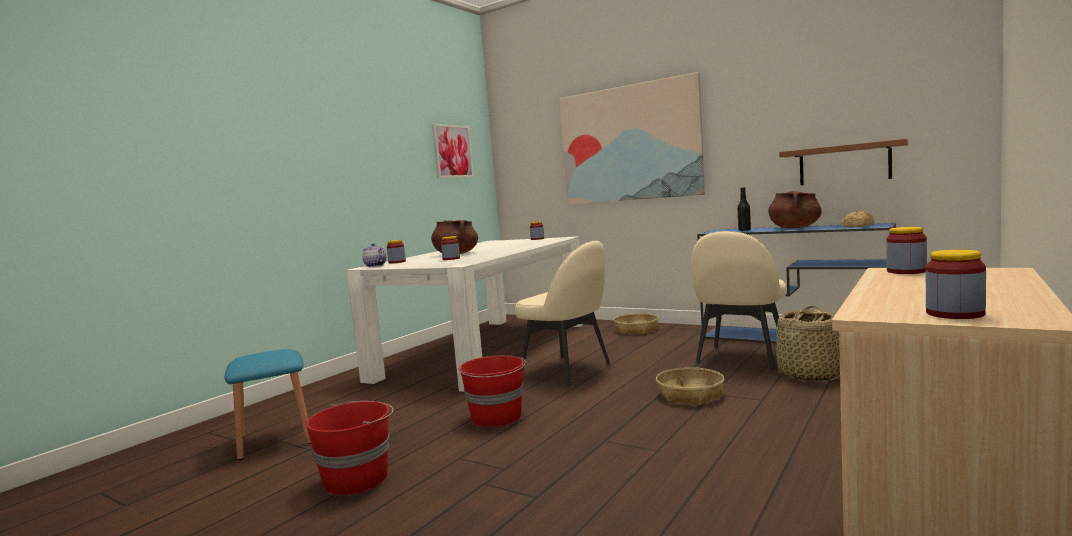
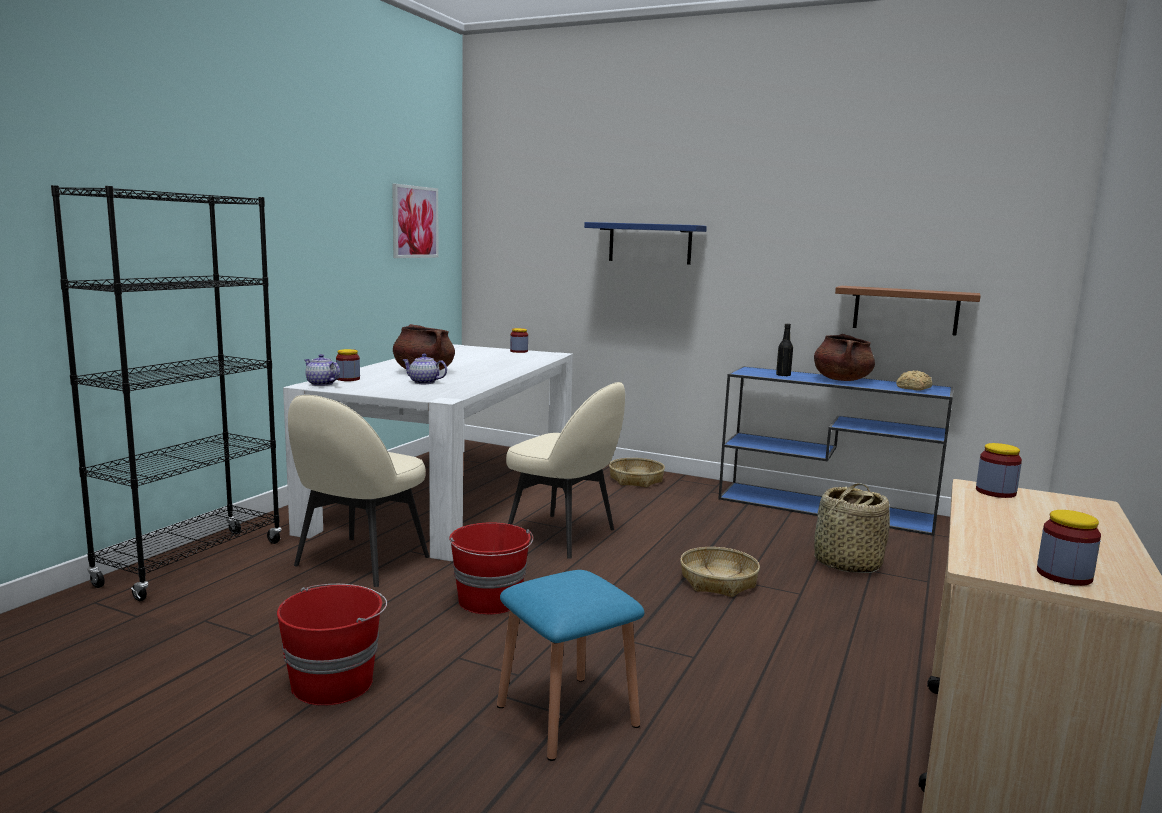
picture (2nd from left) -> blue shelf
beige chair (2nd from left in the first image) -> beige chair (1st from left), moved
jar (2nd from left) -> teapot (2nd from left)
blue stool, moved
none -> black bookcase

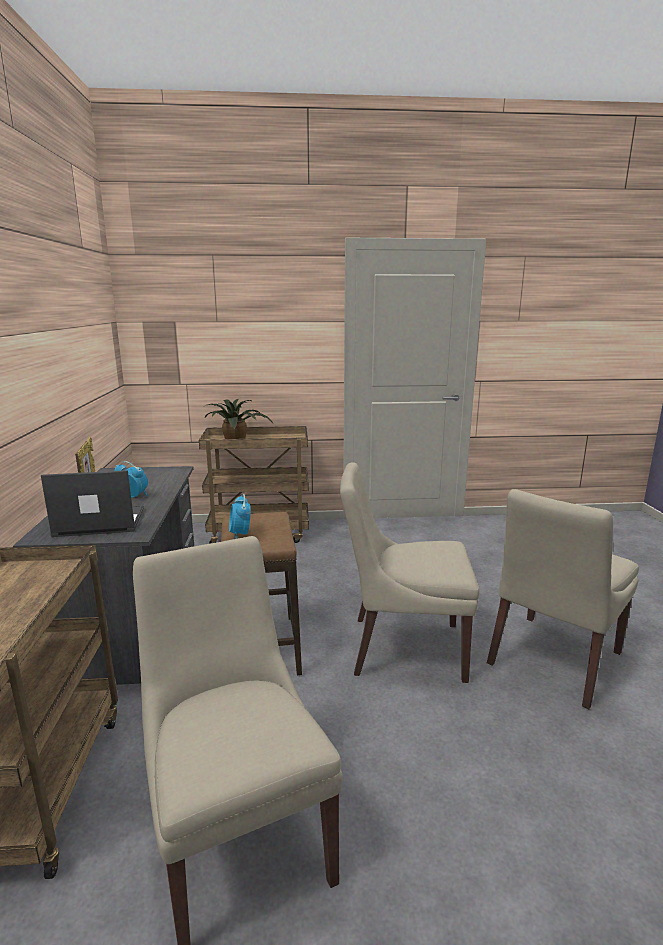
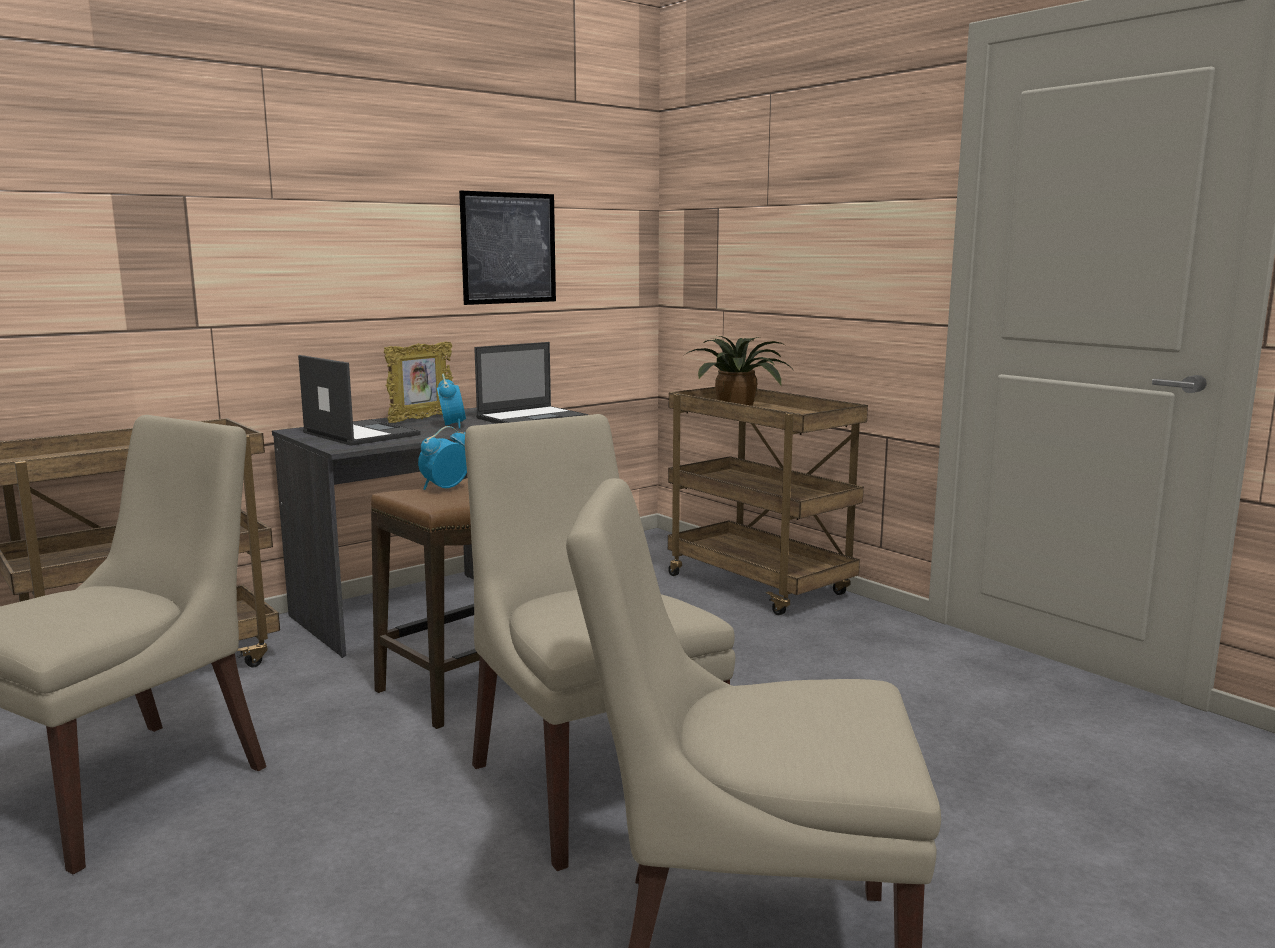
none -> picture
none -> laptop (2nd from left)

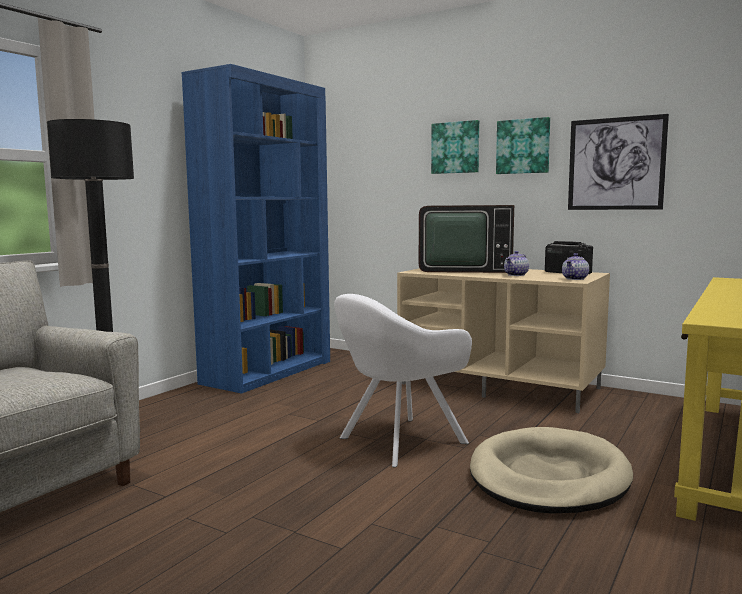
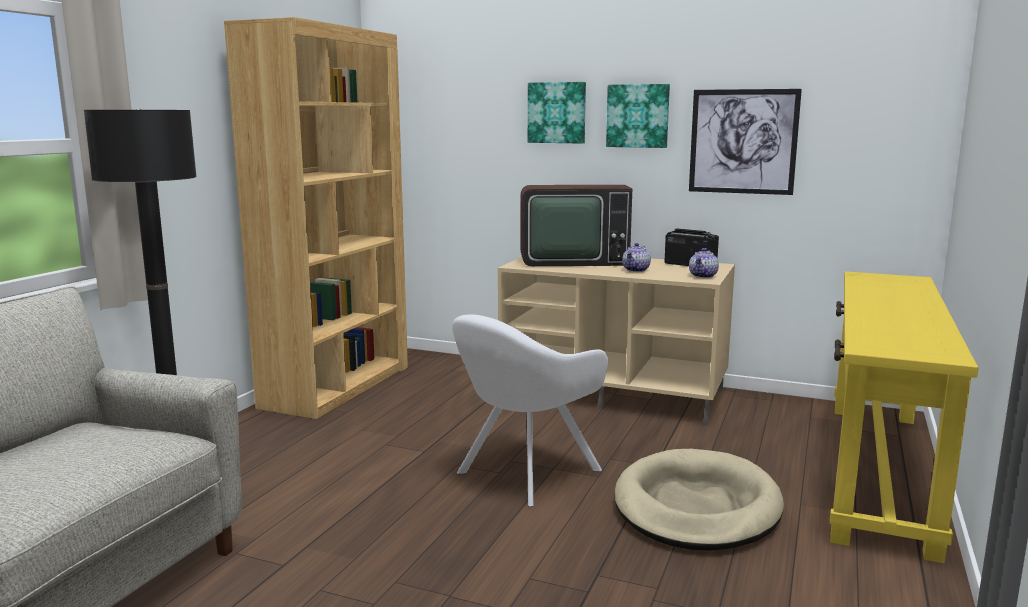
blue bookcase -> brown bookcase

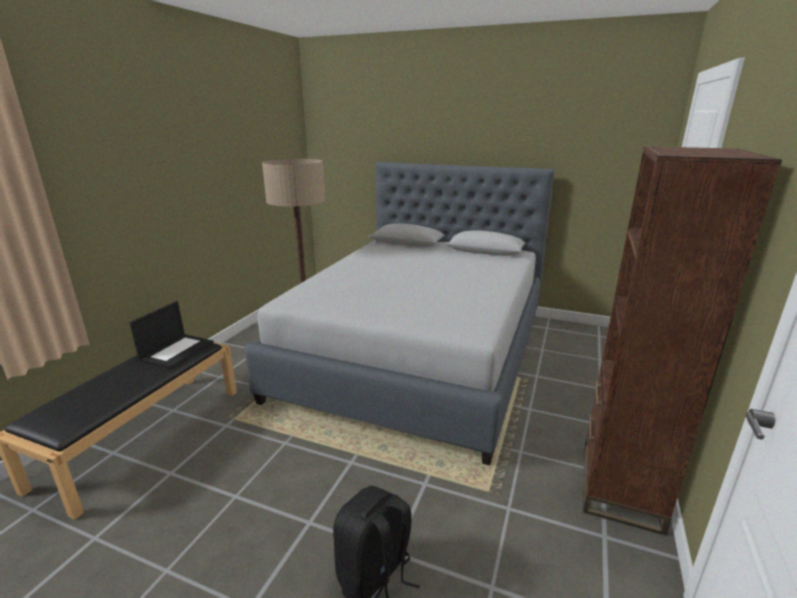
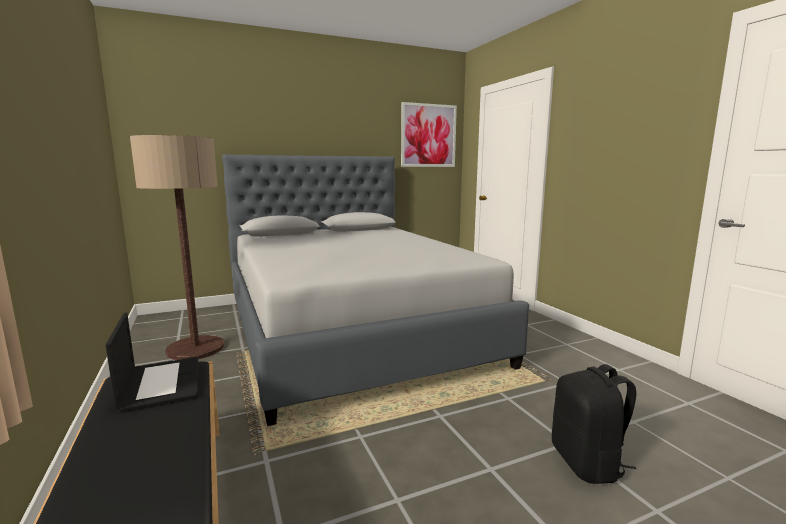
brown bookcase -> none
none -> picture

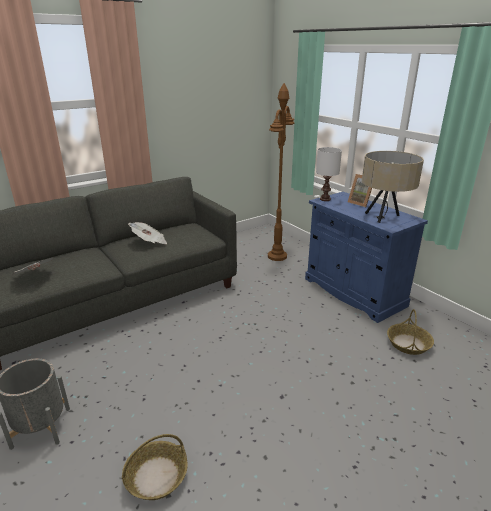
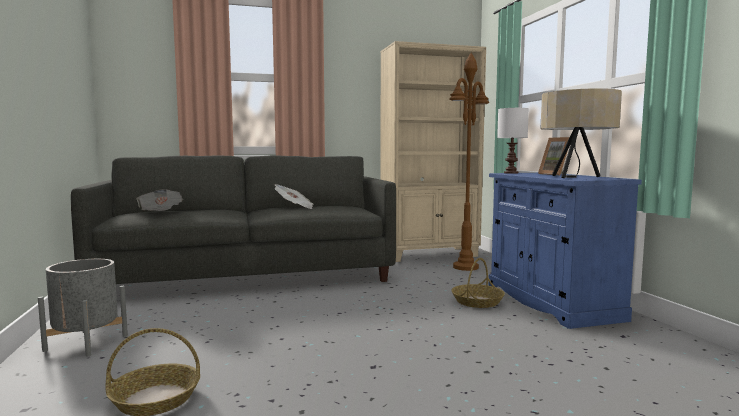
basket (2nd from left), moved
none -> beige bookcase

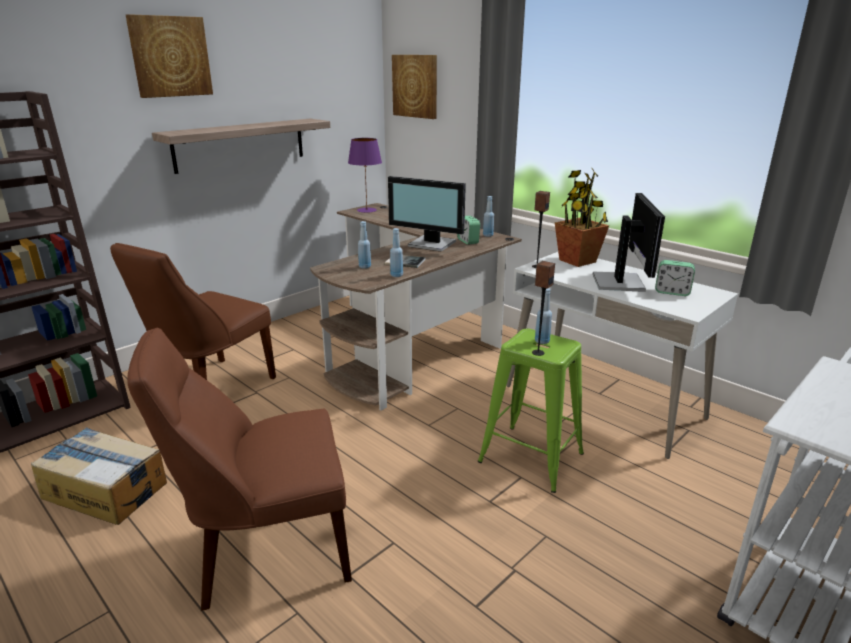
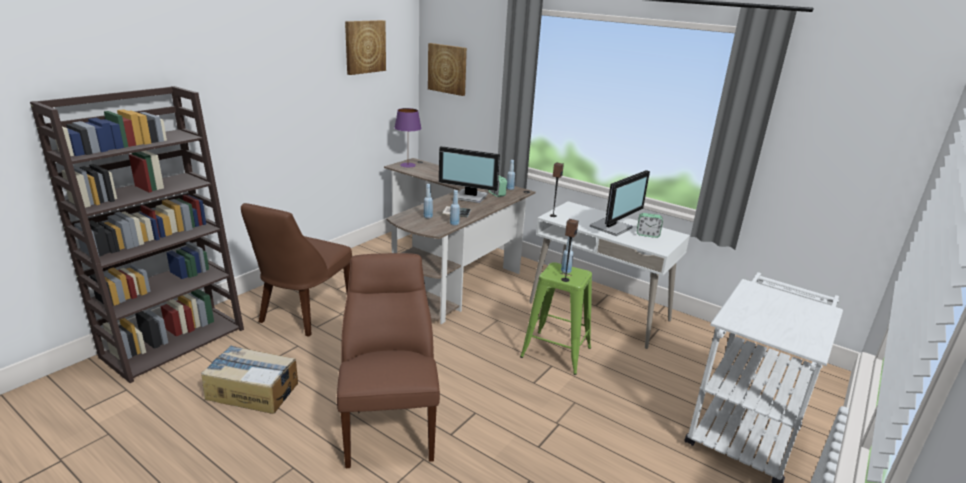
picture (1st from left), moved
shelf -> none
potted plant -> none
monitor (2nd from left), 45 degrees clockwise
brown chair (2nd from left), 105 degrees clockwise

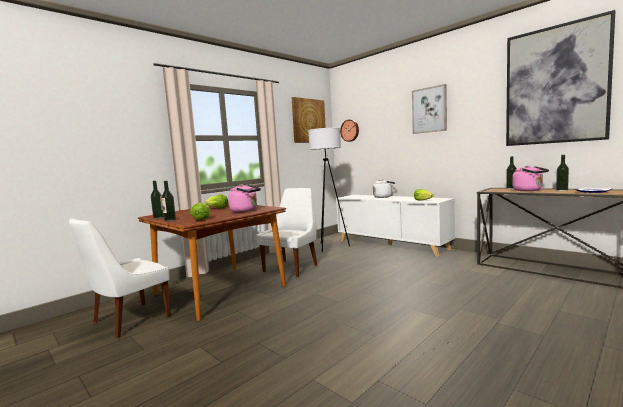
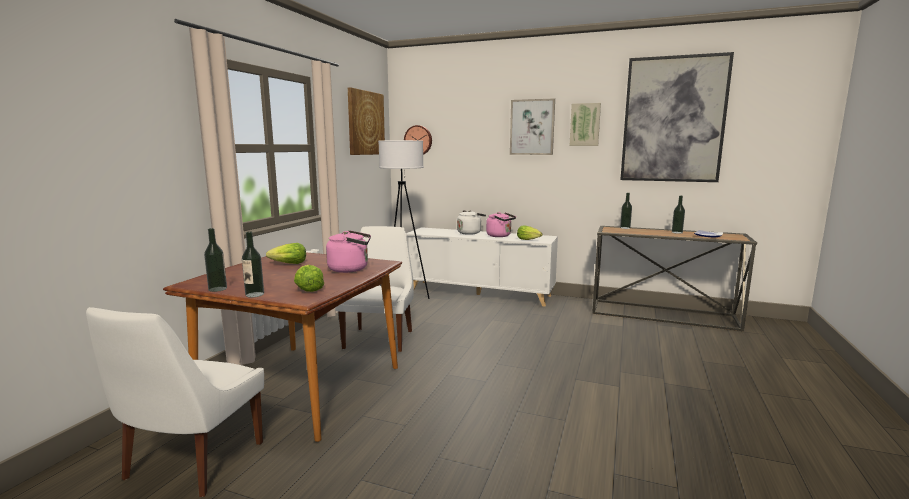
pink kettle (2nd from left), moved
none -> picture (3rd from left)

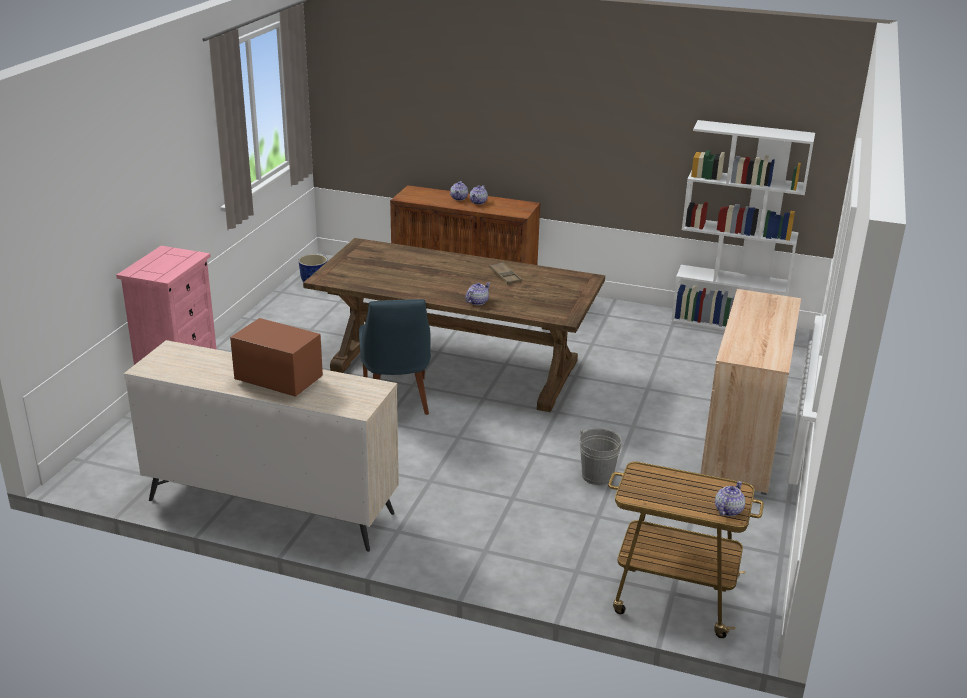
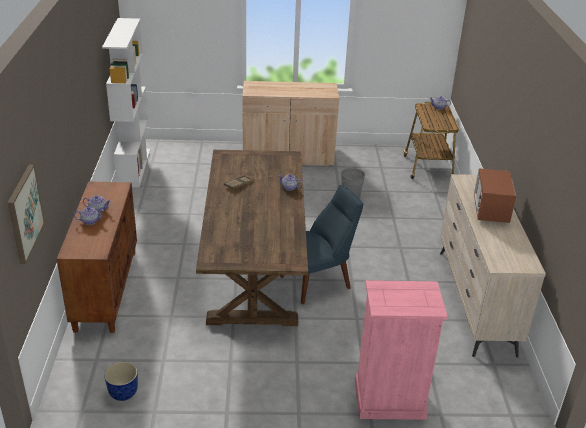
none -> picture

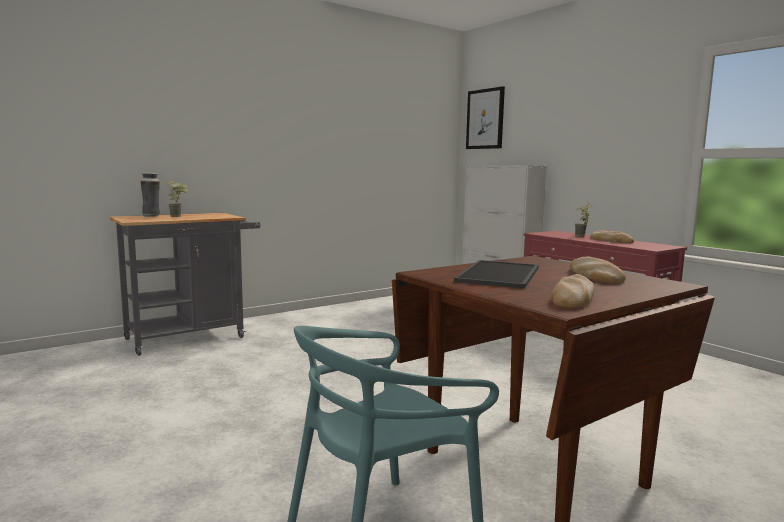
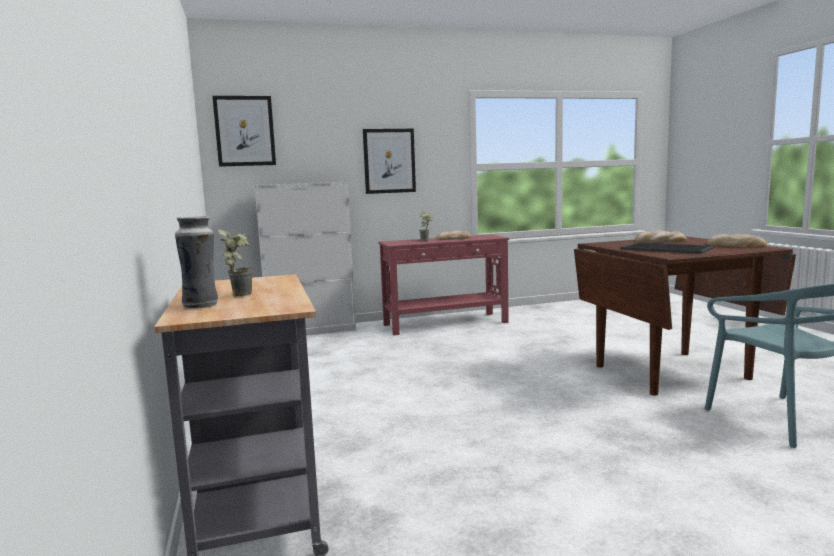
none -> picture (2nd from left)

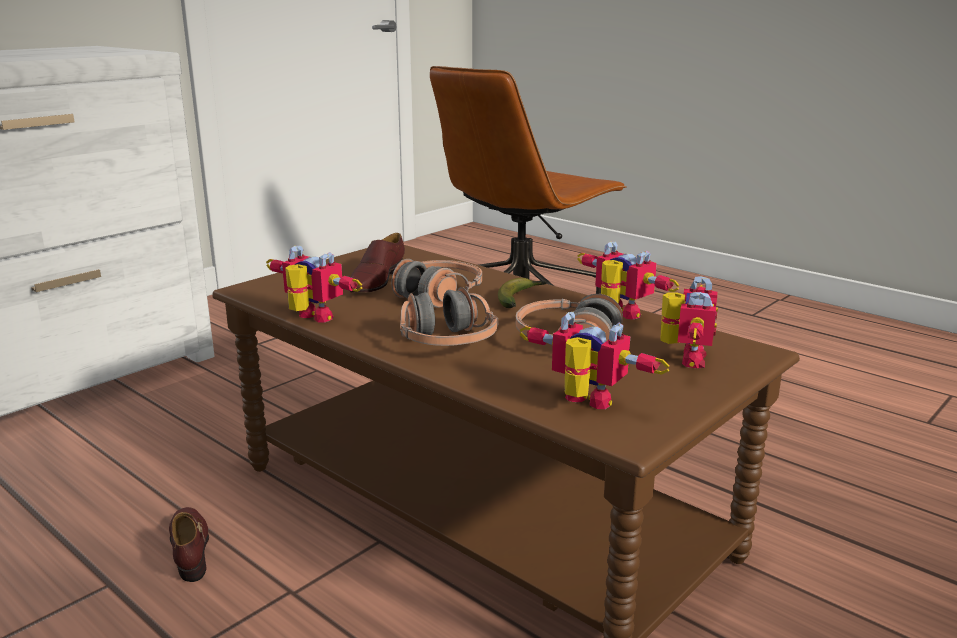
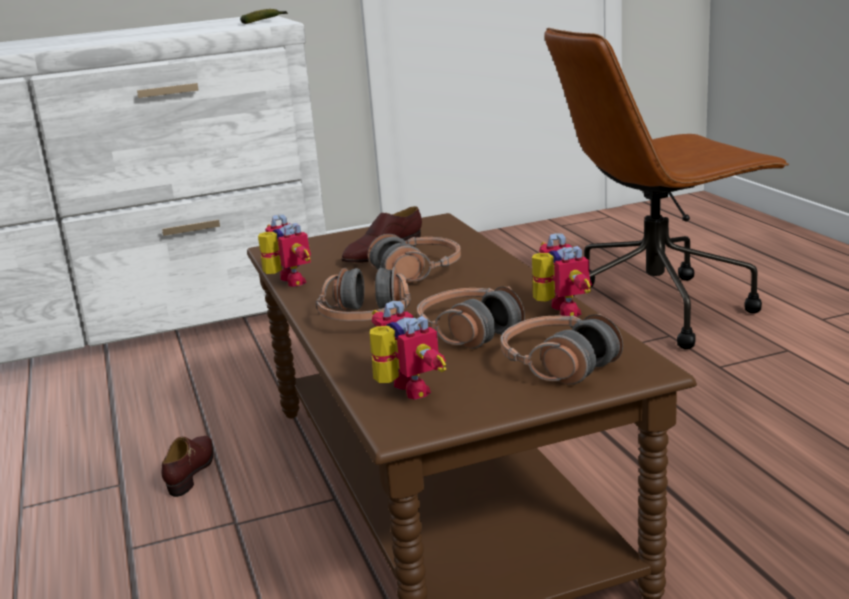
toy robot (4th from left) -> headphones (4th from left)
banana, moved

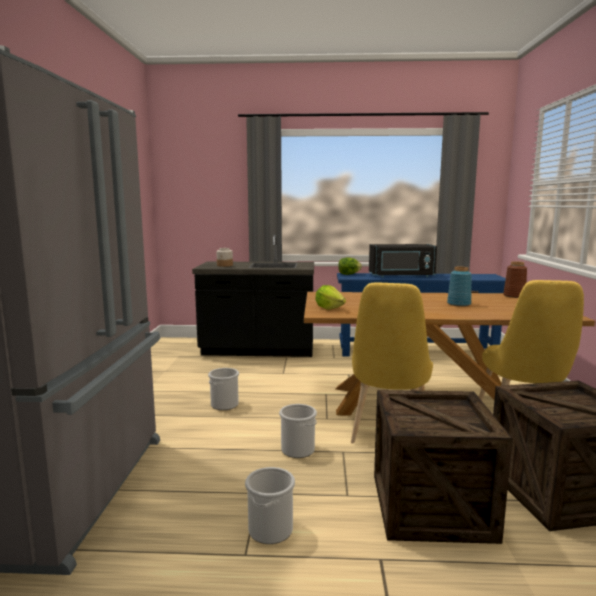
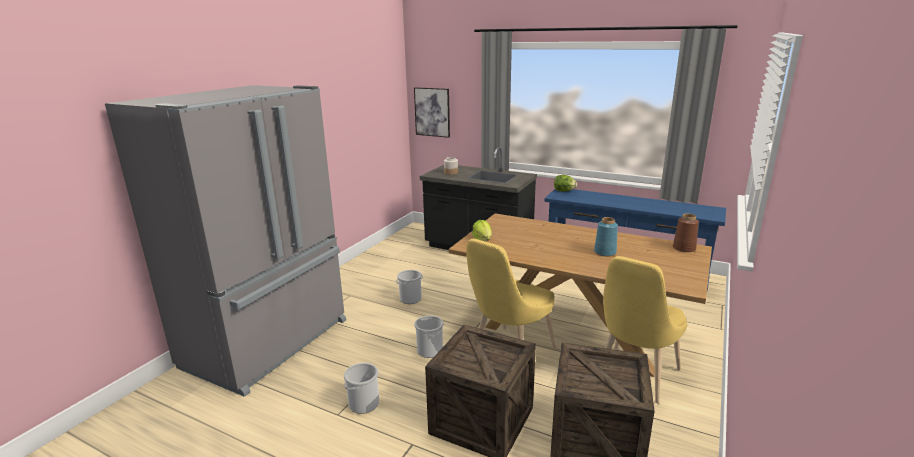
black microwave -> none
none -> picture

